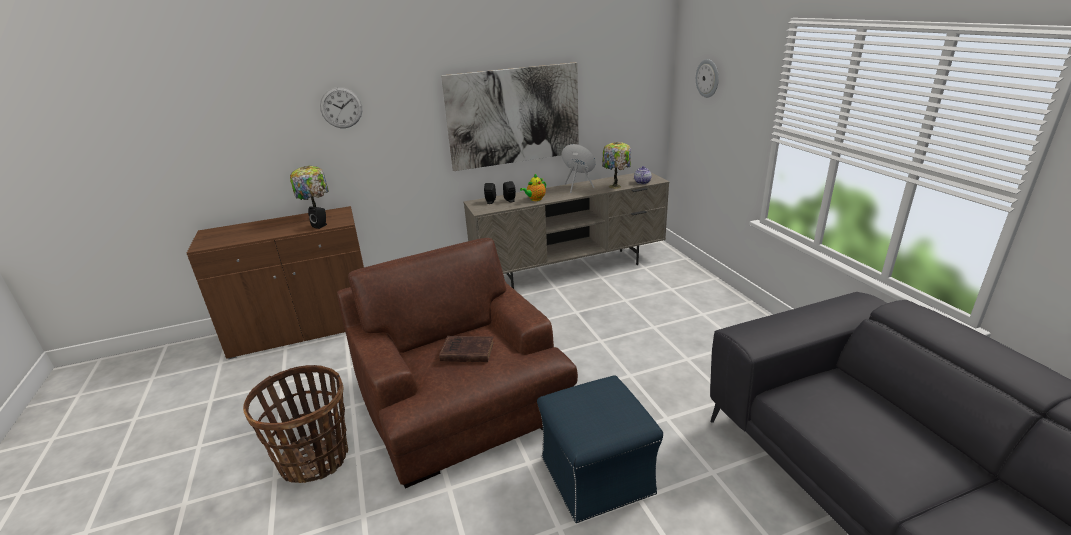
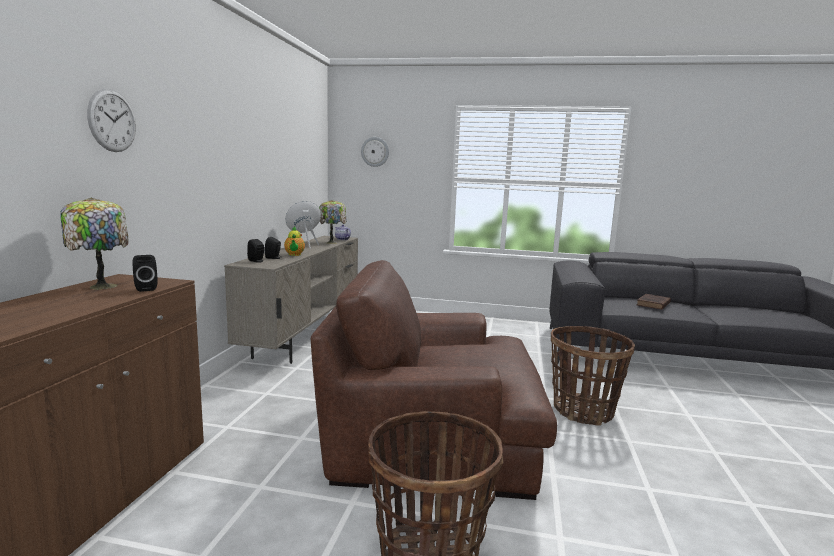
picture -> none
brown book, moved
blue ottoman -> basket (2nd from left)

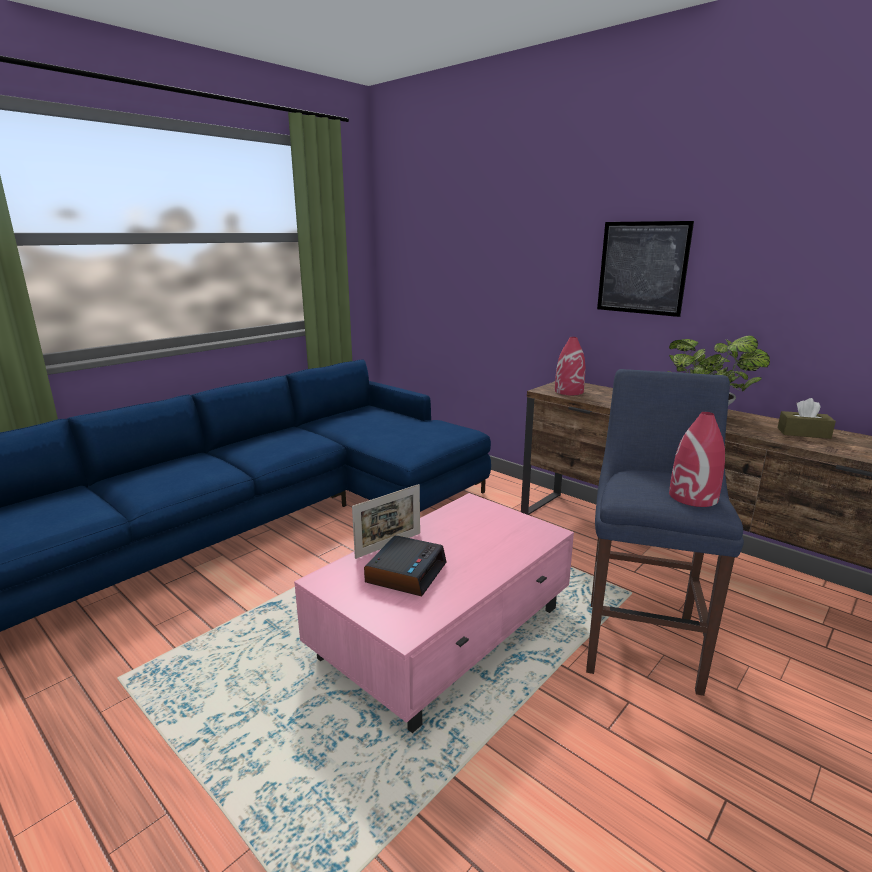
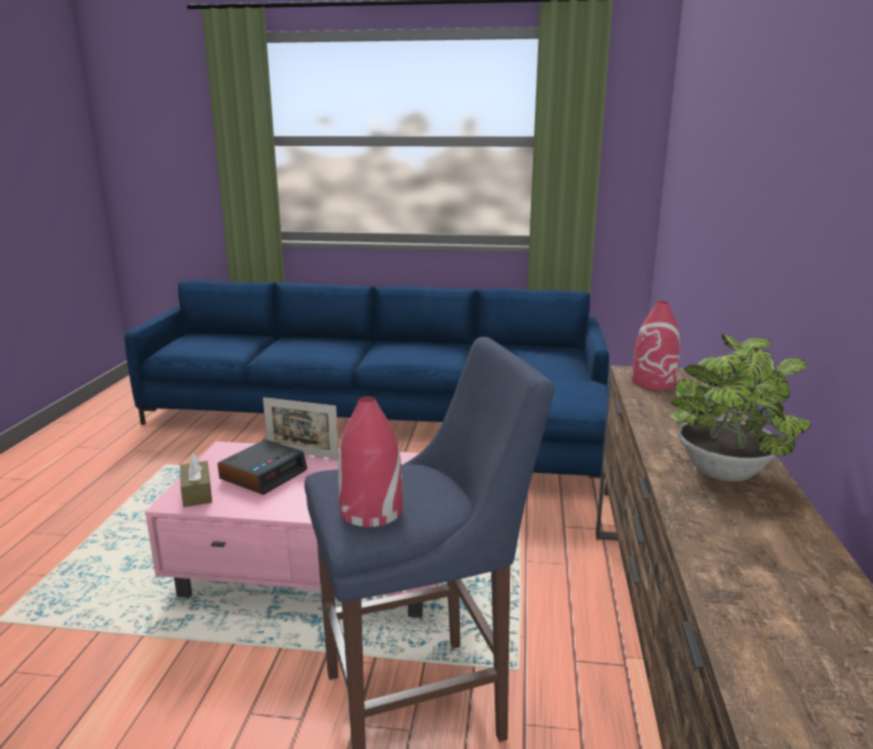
picture -> none
brown tissue box, moved
alarm clock, 45 degrees counterclockwise

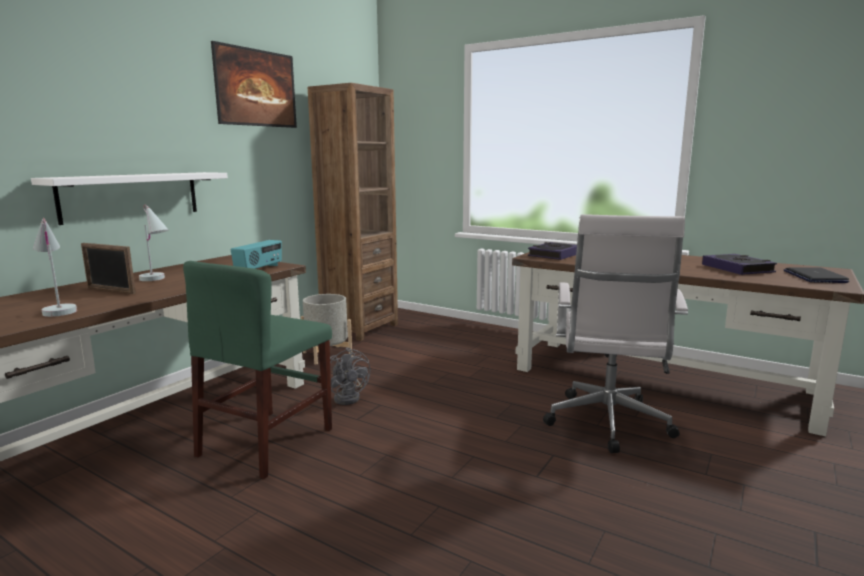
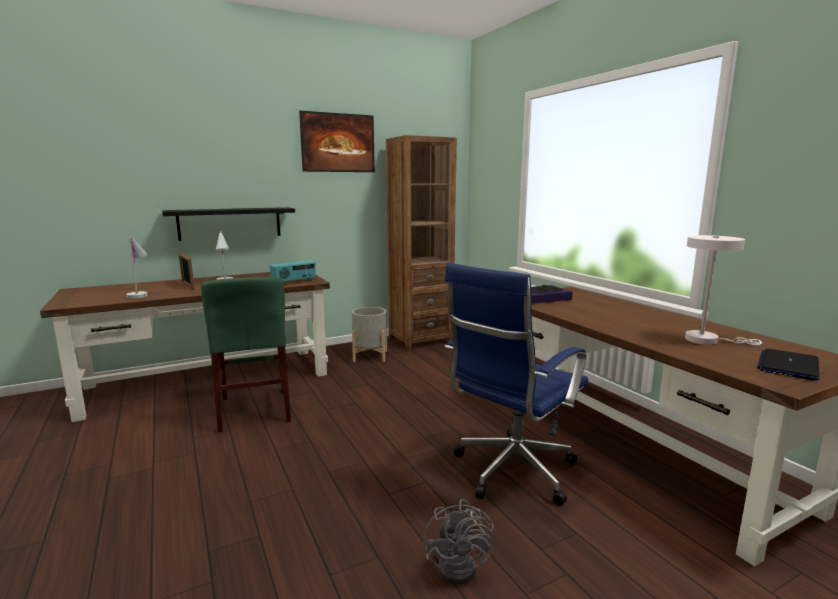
white shelf -> black shelf
white office chair -> blue office chair
book (2nd from left) -> white table lamp (3rd from left)
green chair, 75 degrees counterclockwise
grey fan, moved

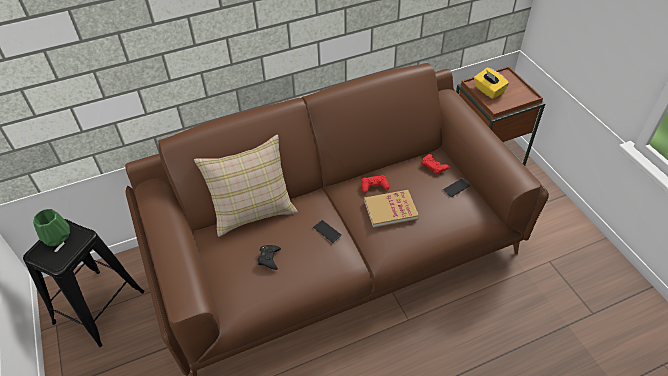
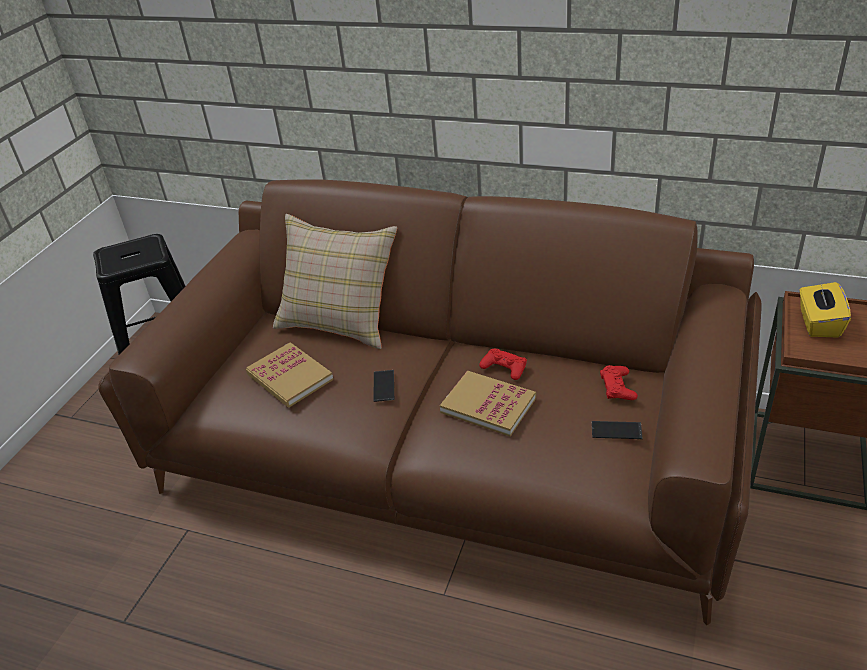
green vase -> none
black game controller -> book (1st from left)

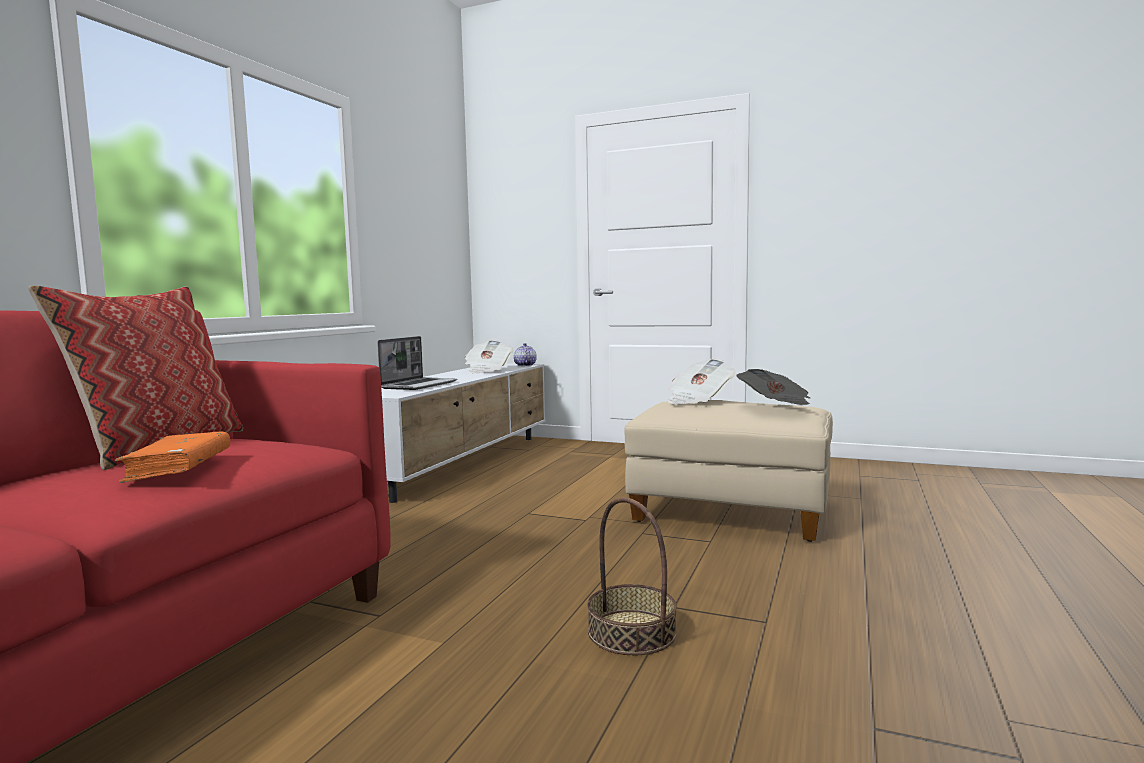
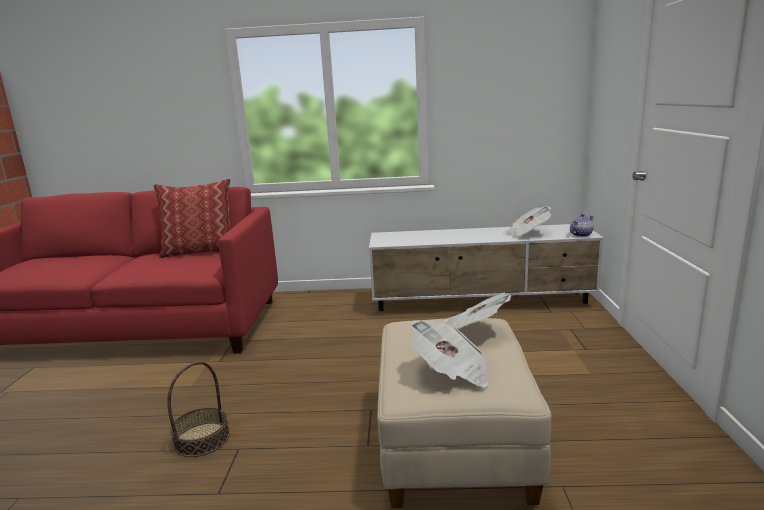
laptop -> none
orange book -> none

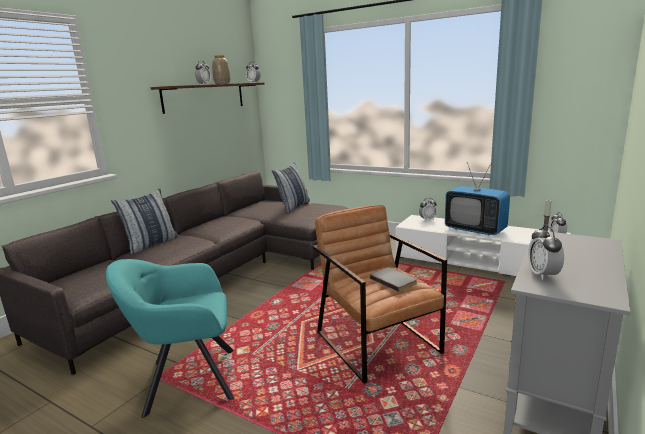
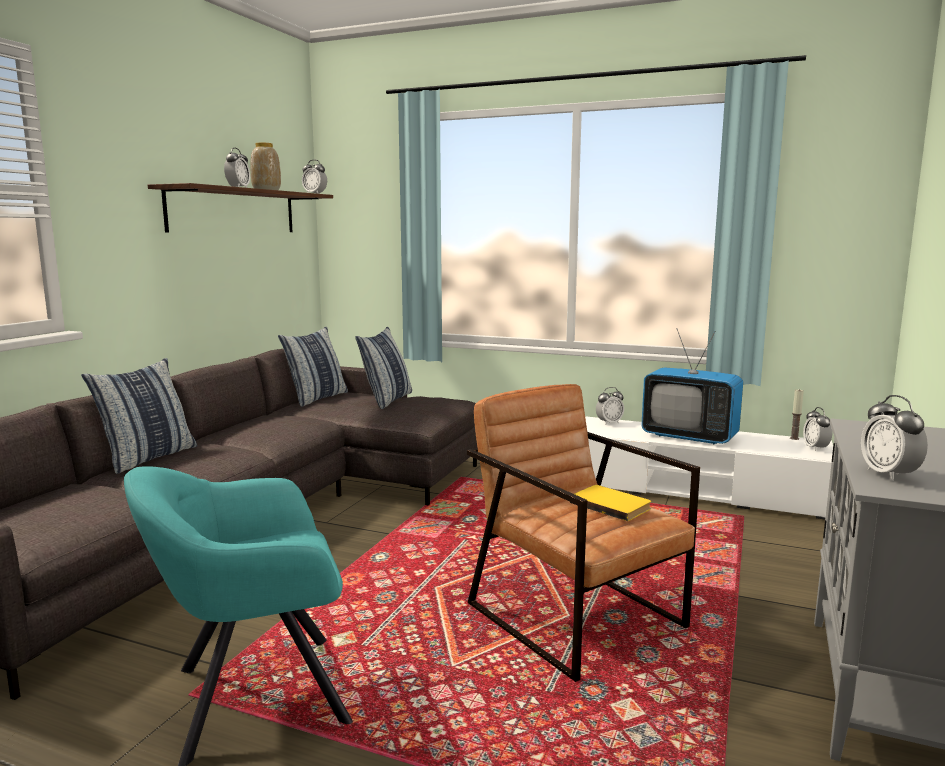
grey book -> yellow book
none -> pillow (2nd from left)

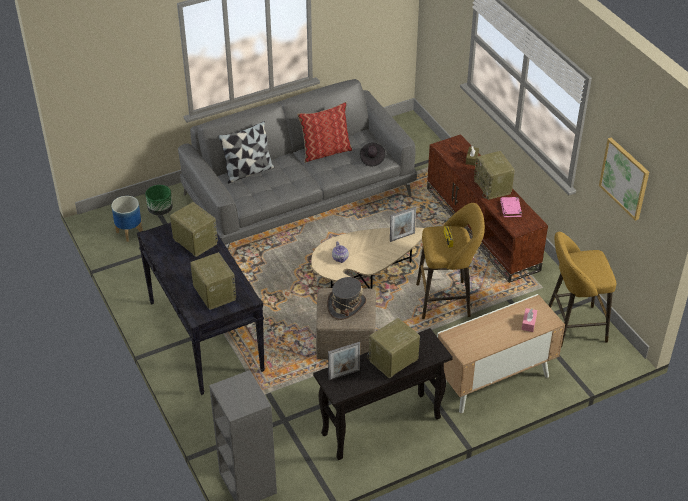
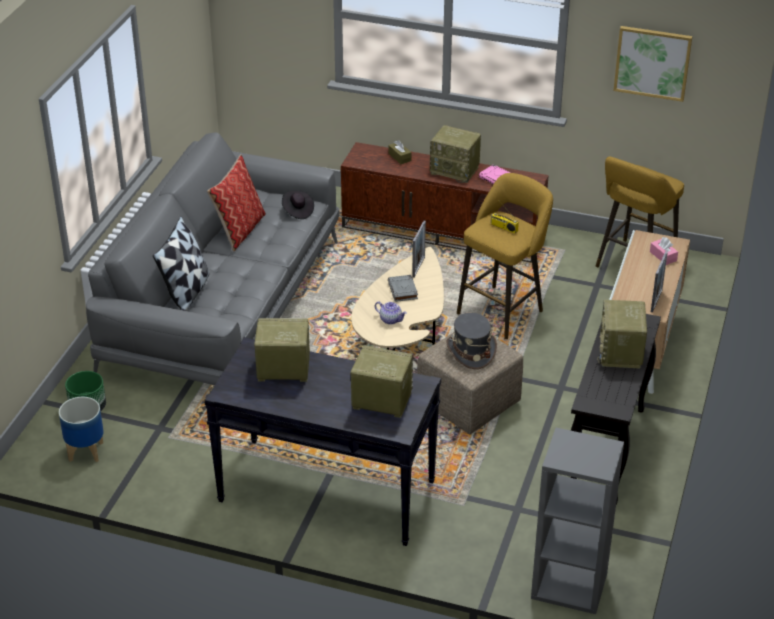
picture frame (1st from left in the first image) -> picture frame (2nd from left), moved
none -> grey book

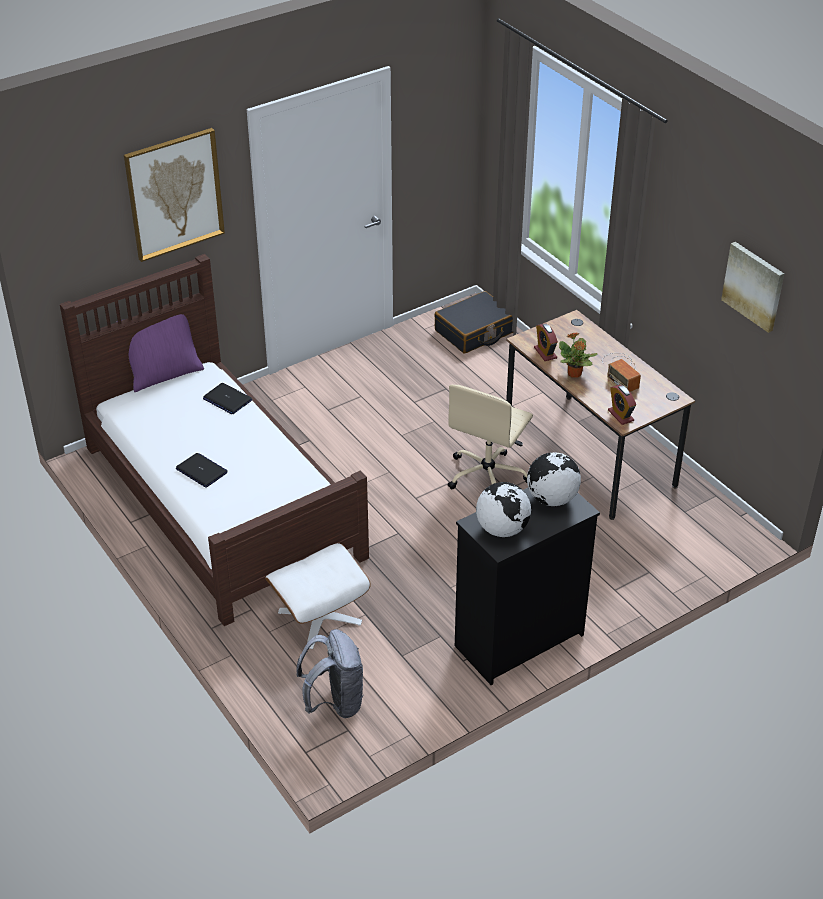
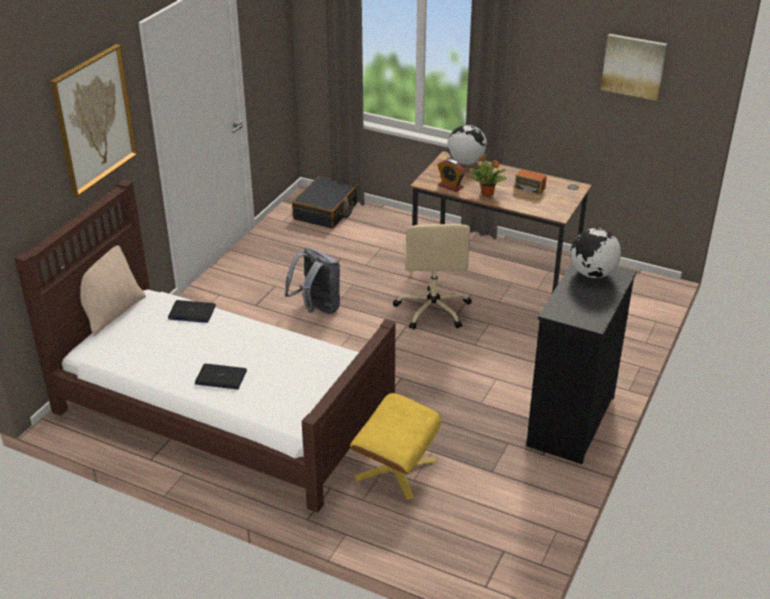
purple pillow -> beige pillow
alarm clock (2nd from left) -> none
globe (1st from left), moved
white ottoman -> yellow ottoman
grey backpack, moved

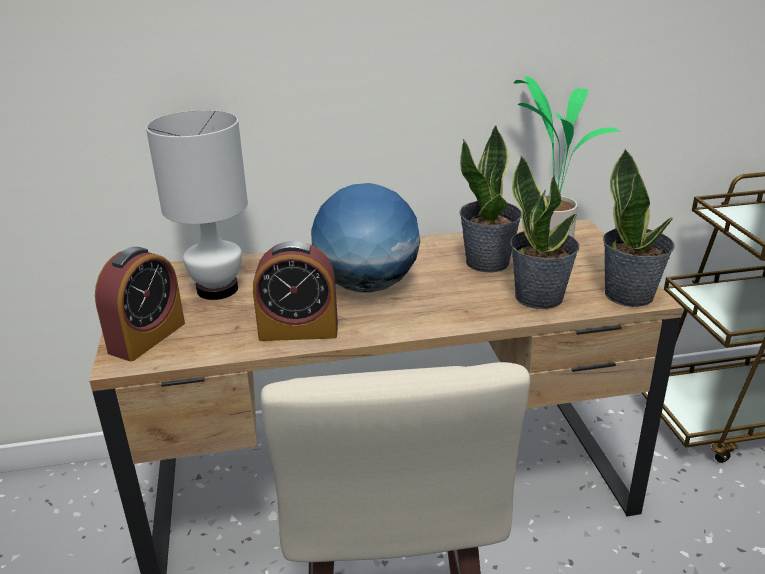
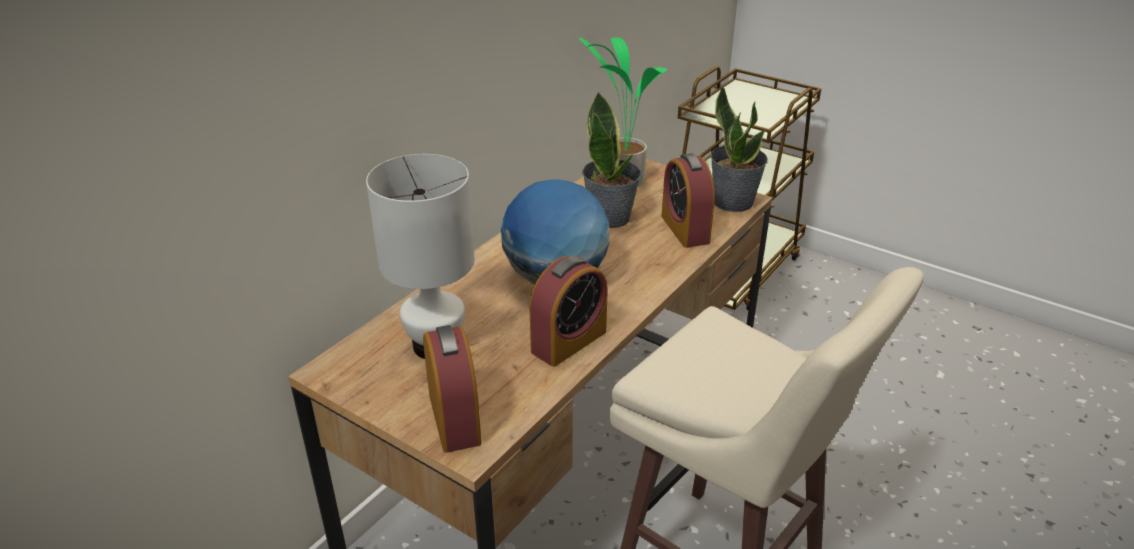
potted plant (2nd from left) -> alarm clock (3rd from left)

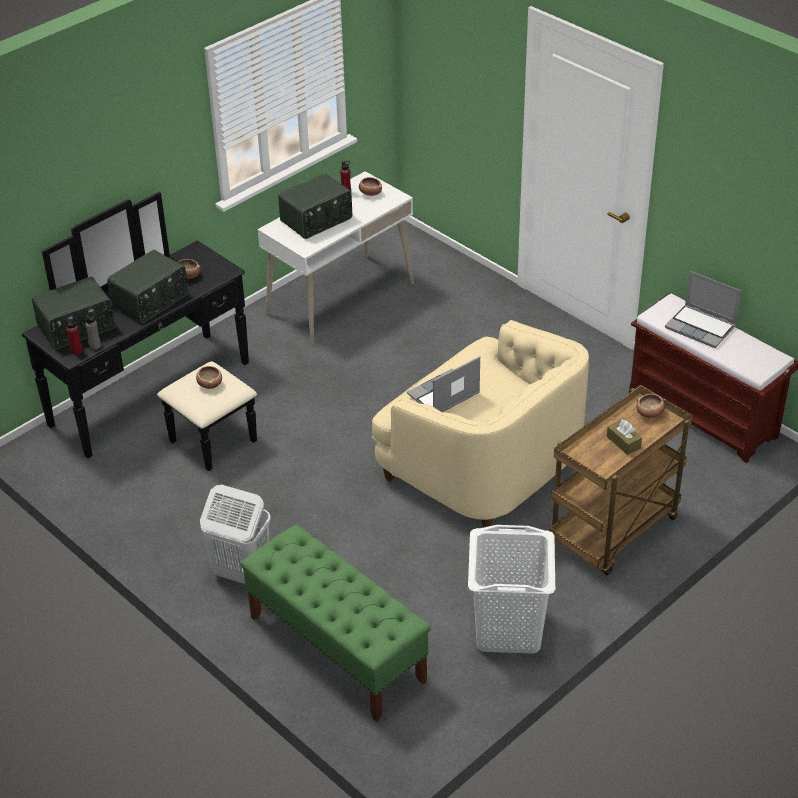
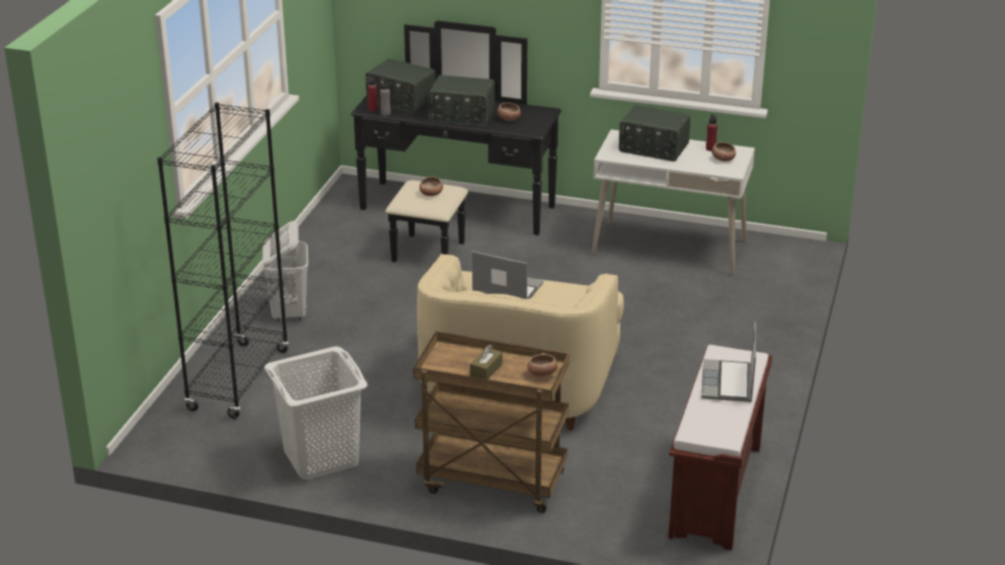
green bench -> black bookcase

